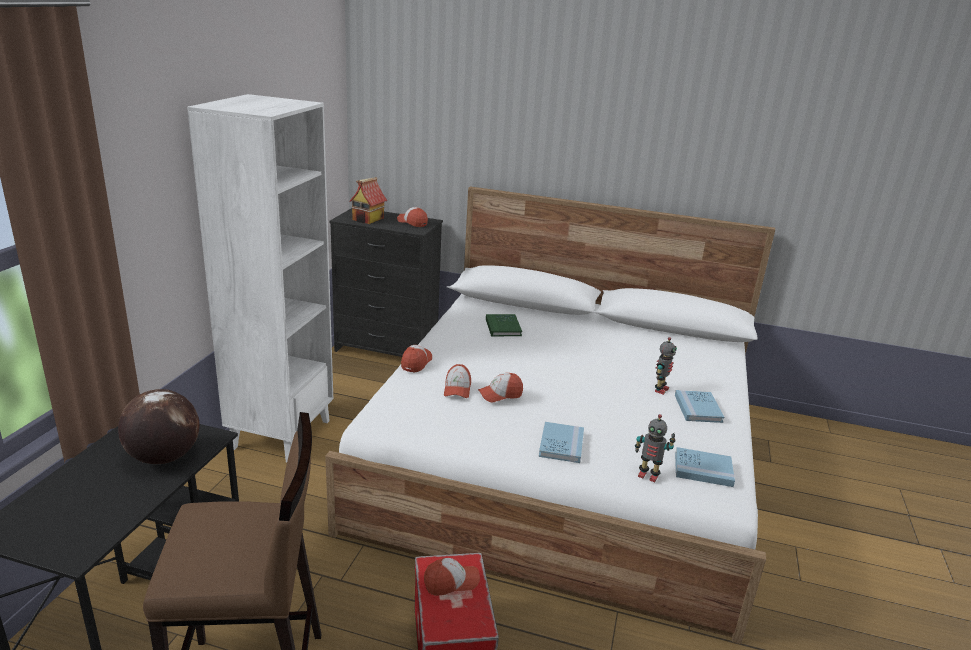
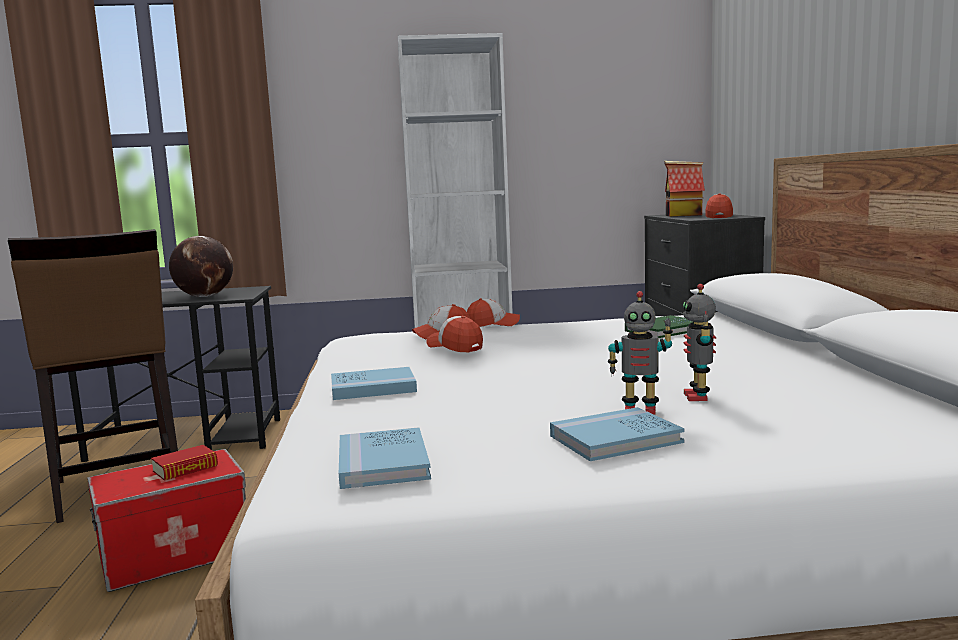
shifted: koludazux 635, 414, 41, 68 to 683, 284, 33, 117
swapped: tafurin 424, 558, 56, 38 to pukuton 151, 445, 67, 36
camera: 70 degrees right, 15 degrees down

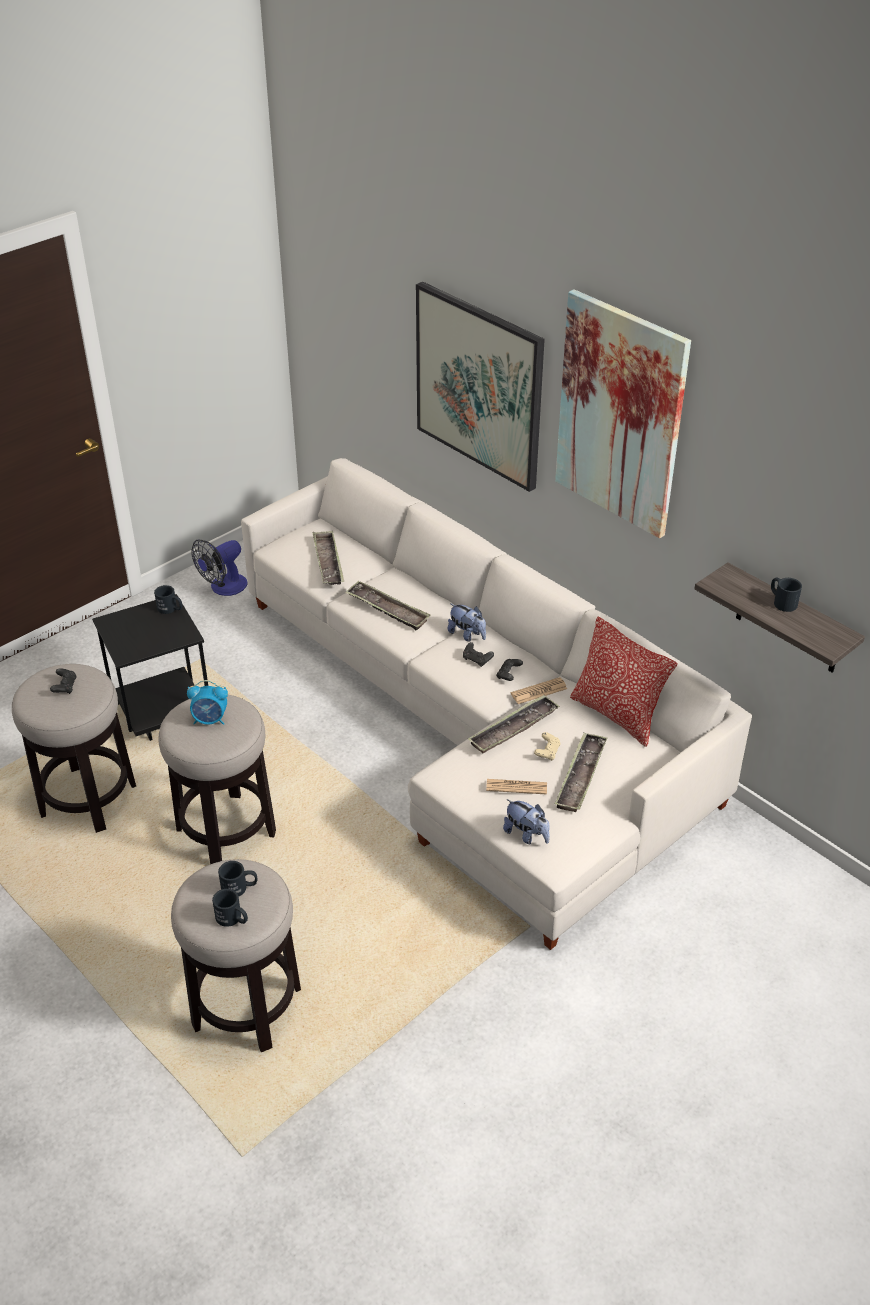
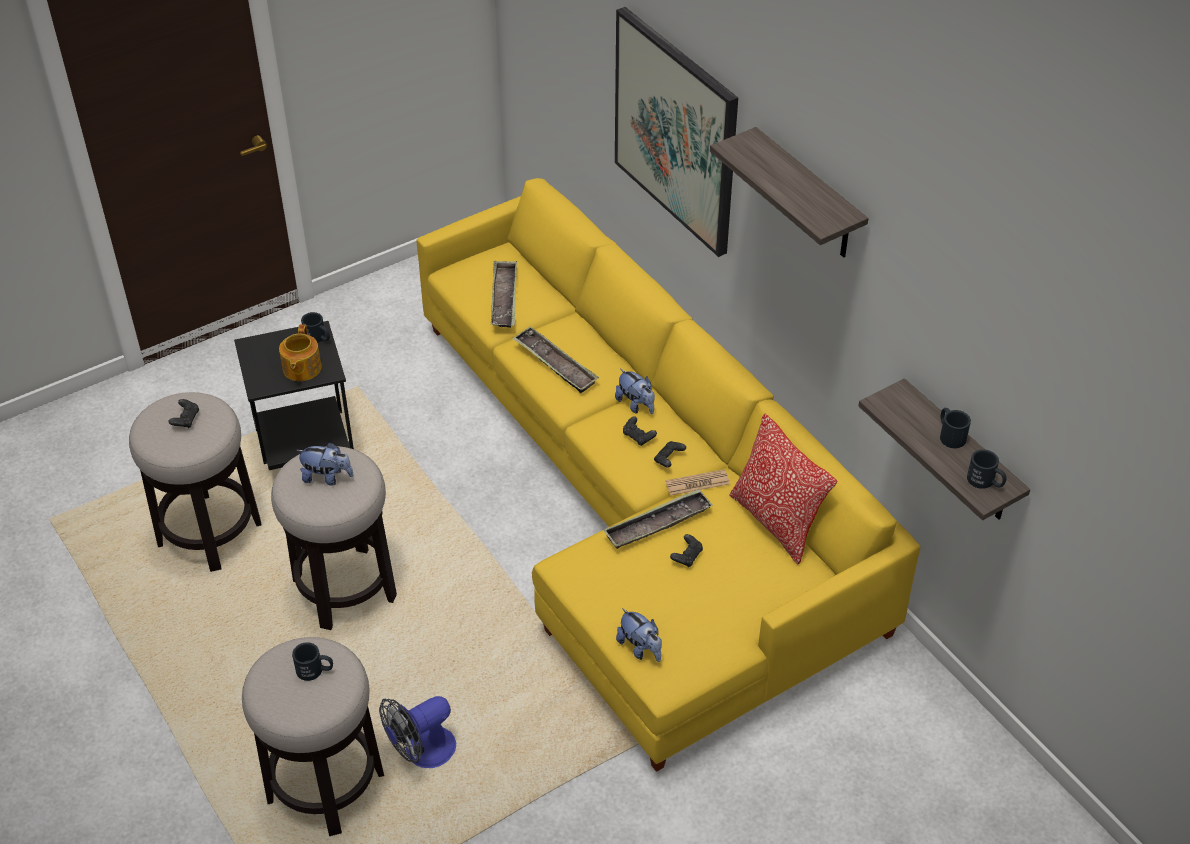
gone: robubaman 486, 779, 61, 16; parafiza 555, 733, 53, 79
new: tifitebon 279, 324, 43, 57
shifted: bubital 191, 540, 57, 56 to 379, 696, 77, 72; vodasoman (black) 212, 889, 36, 38 to 967, 449, 39, 40
swapped: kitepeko 187, 680, 41, 45 to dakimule 296, 442, 57, 44; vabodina 555, 289, 136, 249 to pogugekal 710, 127, 158, 131
repainted: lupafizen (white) 241, 458, 511, 492 to lupafizen (yellow) 416, 178, 505, 594; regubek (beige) 534, 732, 27, 29 to regubek (black) 670, 534, 33, 33
camera: 10 degrees right, 5 degrees up

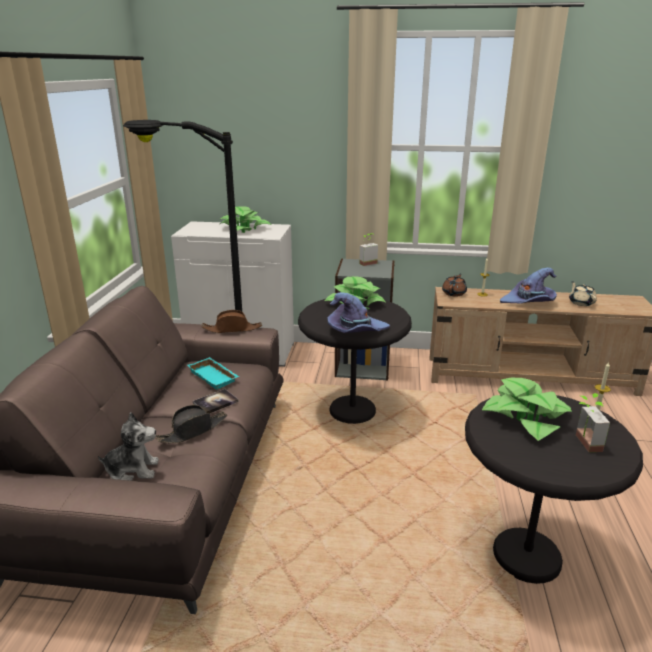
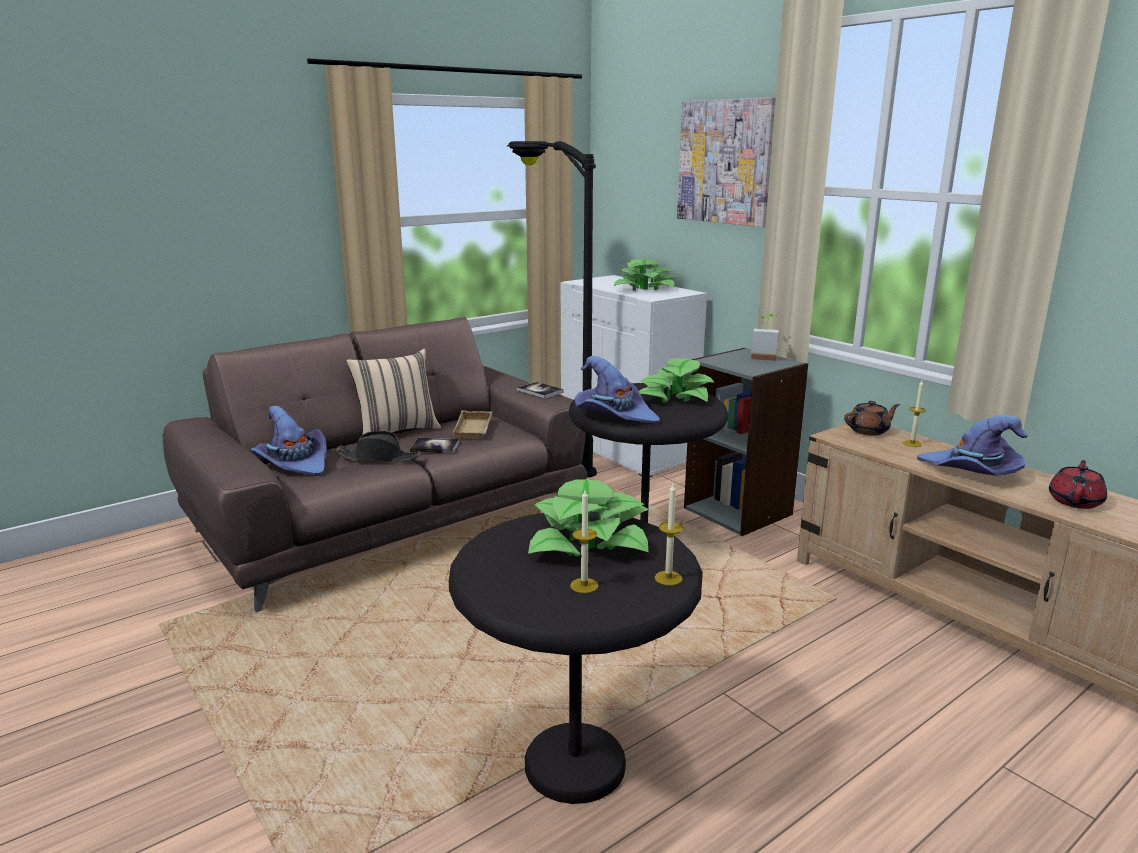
new: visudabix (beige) 346, 349, 95, 86; vabodina 677, 97, 99, 130
swapped: dakimule 98, 412, 61, 69 to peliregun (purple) 250, 406, 77, 70; peliregun (brown) 202, 310, 60, 23 to pukuton 517, 382, 47, 17; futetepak 576, 393, 34, 59 to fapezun 570, 490, 29, 103
repainted: parafiza (turquoise) 187, 357, 52, 33 to parafiza (beige) 453, 410, 40, 29; tifitebon (beige) 569, 281, 28, 25 to tifitebon (red) 1049, 460, 58, 49
camera: 45 degrees right, 5 degrees down

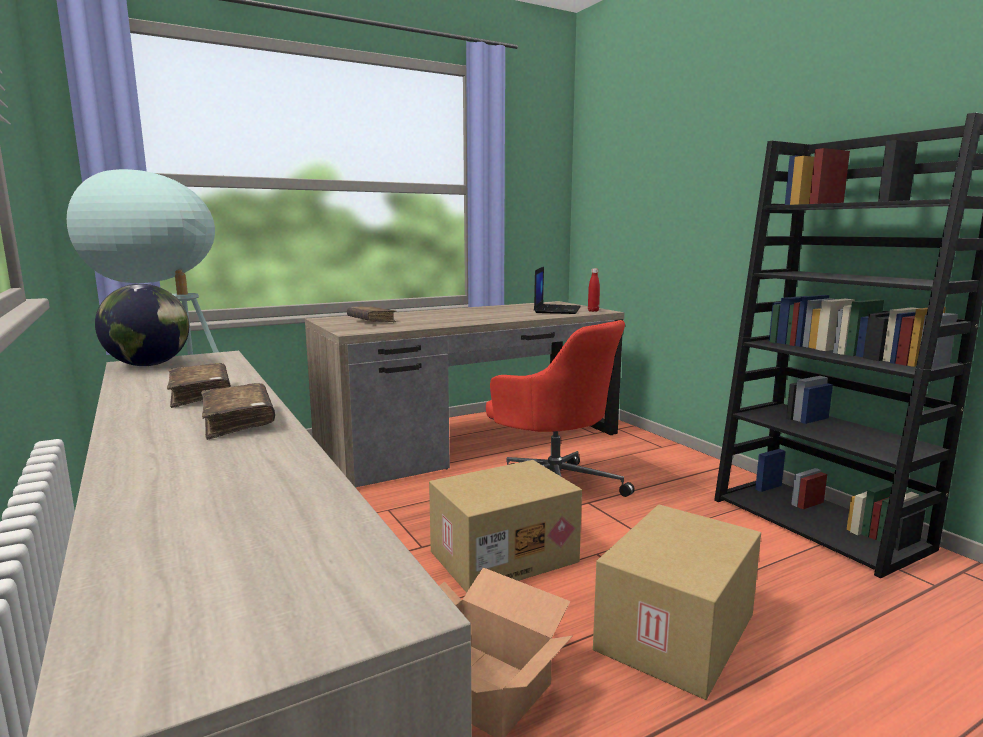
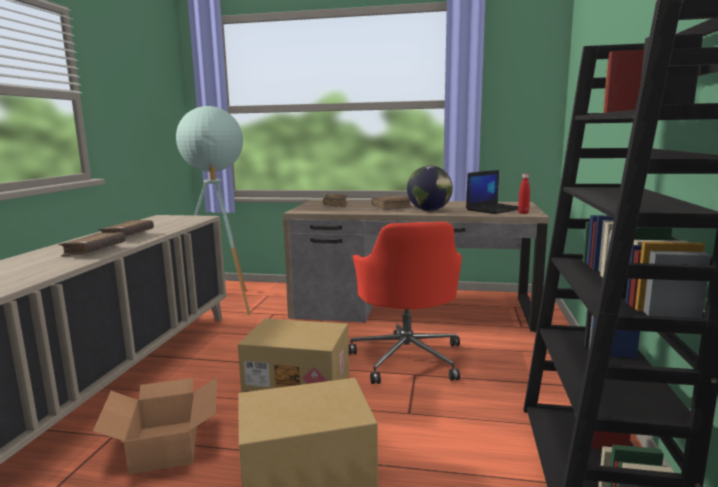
new: pukuton (brown) 371, 196, 41, 14
shifted: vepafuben 95, 284, 94, 82 to 407, 166, 46, 45
camera: 40 degrees right, 0 degrees up

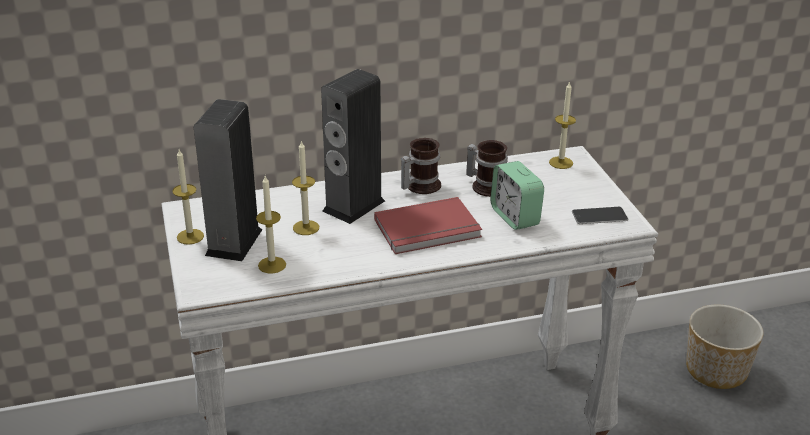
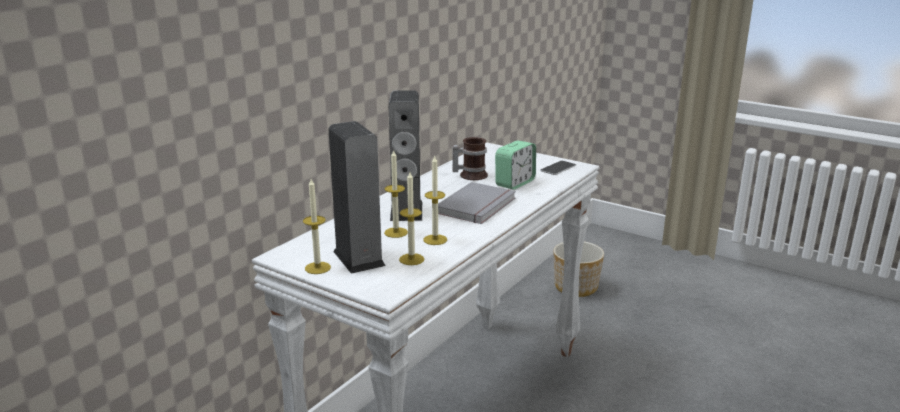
gone: vodasoman 401, 138, 40, 56
shifted: fapezun 549, 81, 27, 88 to 424, 156, 23, 89
repainted: pukuton (red) 374, 197, 108, 57 to pukuton (grey) 438, 182, 78, 42
rotated: kitepeko 490, 161, 54, 69 = 495, 140, 41, 50 75 degrees counterclockwise
camera: 40 degrees left, 10 degrees down

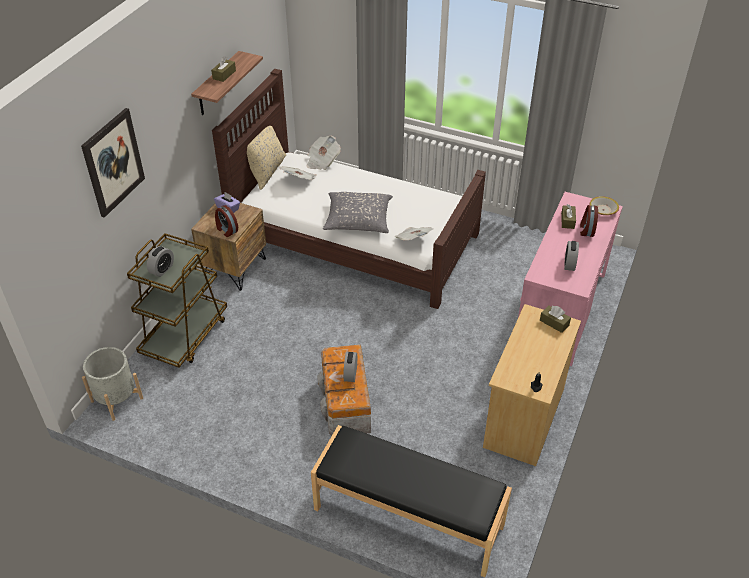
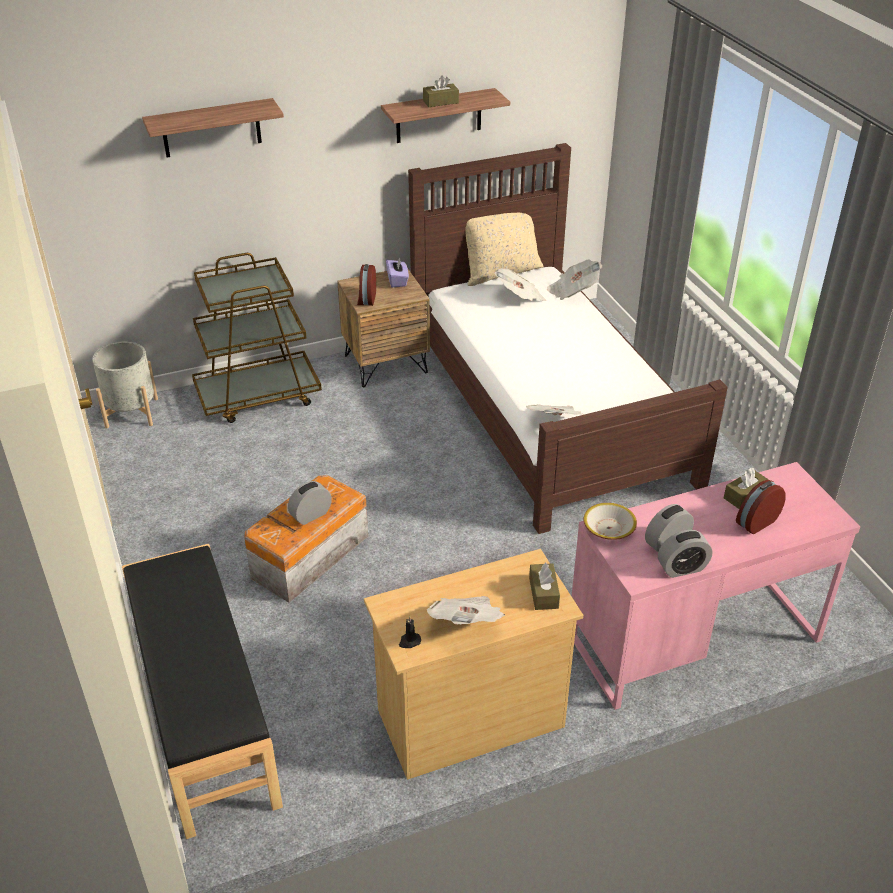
gone: visudabix (grey) 323, 192, 70, 41
new: robubaman 427, 596, 78, 28
shifted: kitepeko 147, 246, 27, 31 to 658, 530, 54, 48; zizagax 589, 196, 30, 19 to 584, 503, 53, 37
swapped: vabodina 81, 108, 64, 110 to pogugekal 142, 98, 142, 59
camera: 45 degrees right, 5 degrees down

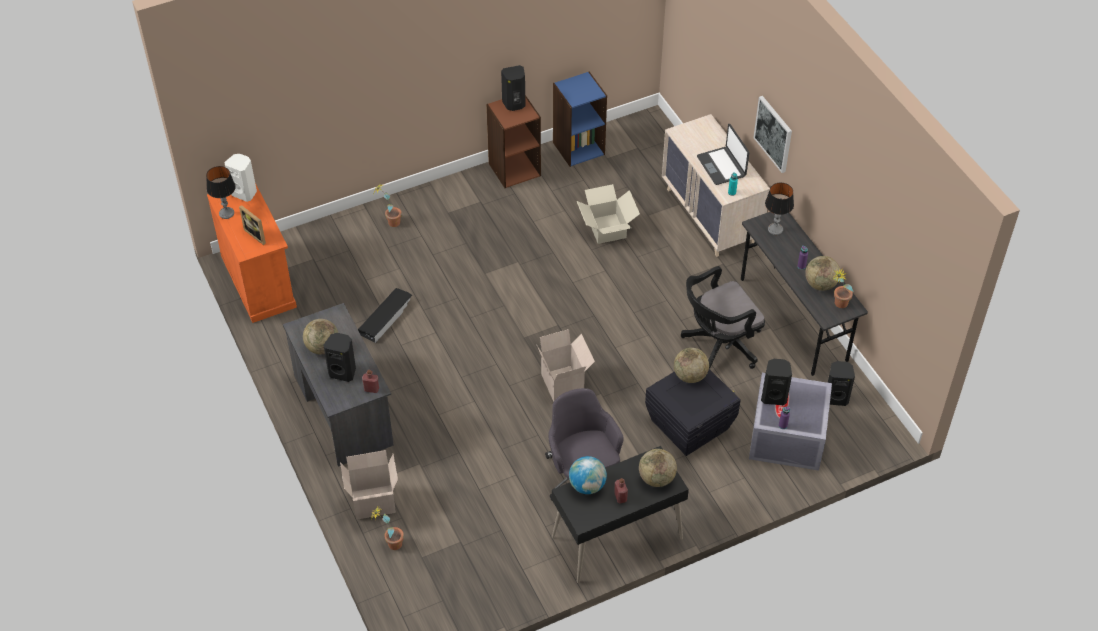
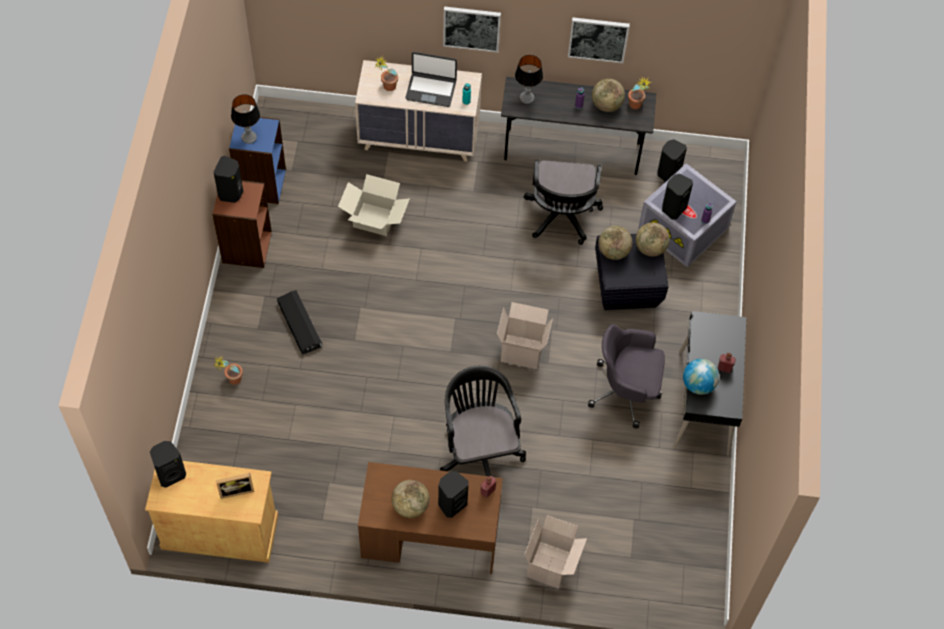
new: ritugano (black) 440, 366, 86, 110; vabodina 568, 17, 62, 46
shifted: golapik 206, 166, 30, 53 to 231, 94, 29, 50; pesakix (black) 358, 288, 54, 55 to 277, 290, 45, 65; futetepak 371, 506, 33, 44 to 375, 56, 23, 35; vepafuben 639, 449, 38, 38 to 636, 223, 34, 33
repainted: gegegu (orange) 207, 183, 90, 140 to gegegu (beige) 145, 461, 133, 102; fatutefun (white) 225, 154, 32, 48 to fatutefun (black) 150, 441, 36, 47; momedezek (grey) 283, 303, 111, 164 to momedezek (brown) 358, 462, 145, 112
camera: 60 degrees left, 10 degrees up

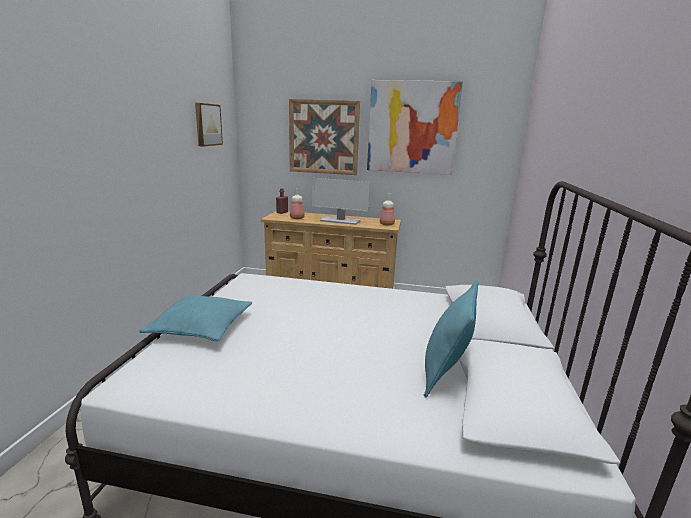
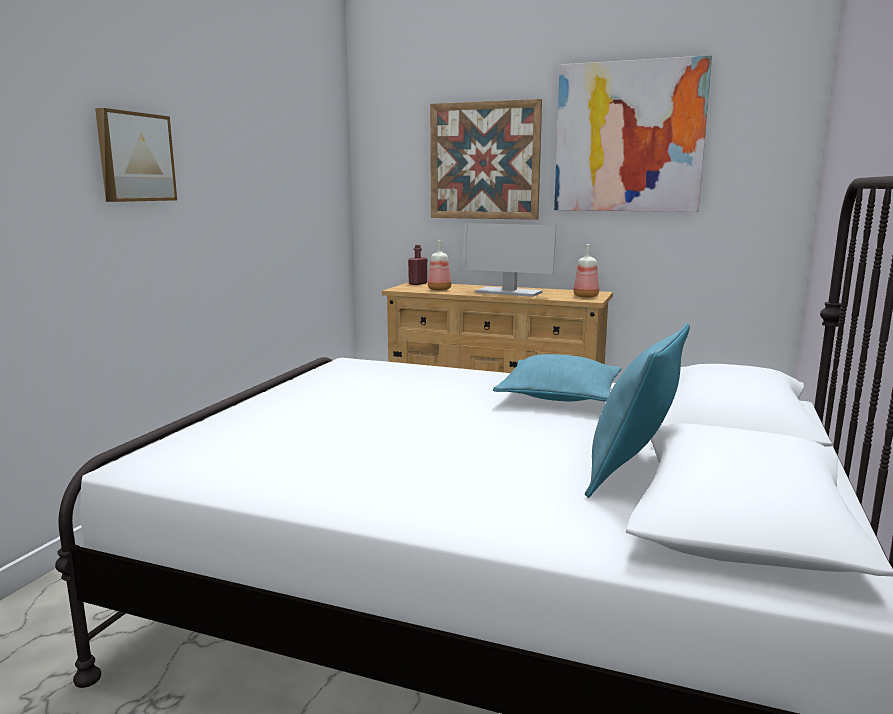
shifted: visudabix (turquoise) 139, 295, 113, 46 to 493, 354, 129, 47; vabodina 195, 103, 28, 44 to 95, 108, 82, 94
camera: 10 degrees right, 5 degrees down

